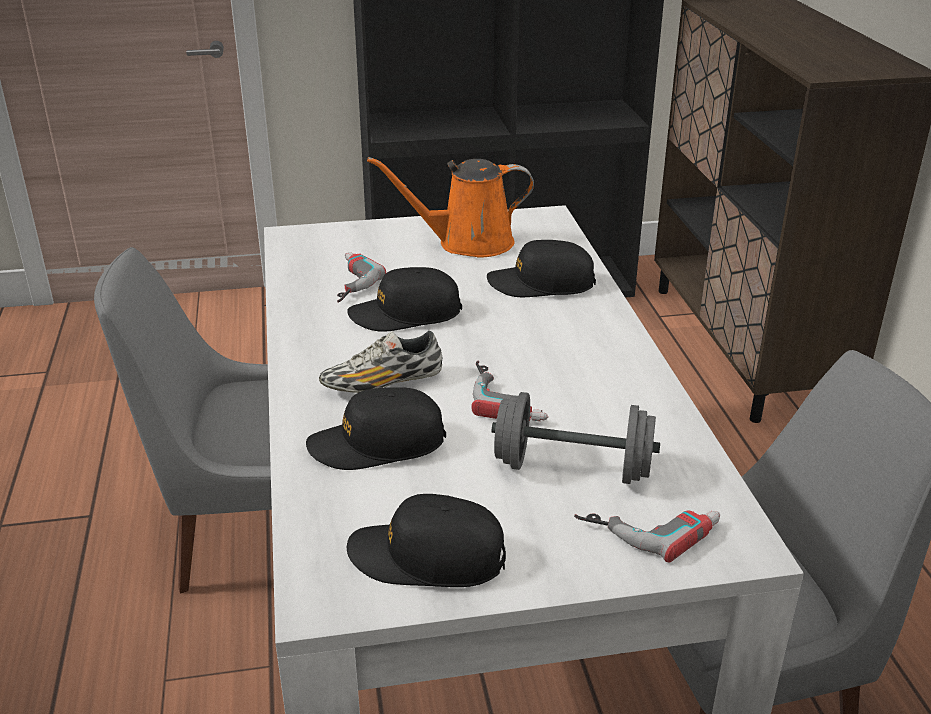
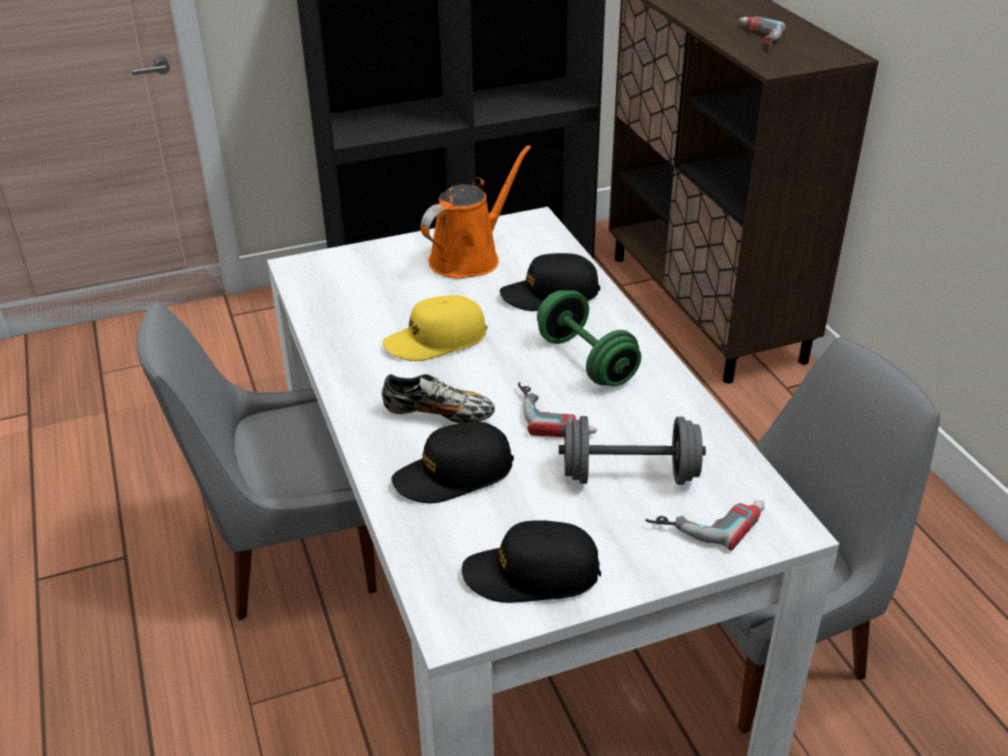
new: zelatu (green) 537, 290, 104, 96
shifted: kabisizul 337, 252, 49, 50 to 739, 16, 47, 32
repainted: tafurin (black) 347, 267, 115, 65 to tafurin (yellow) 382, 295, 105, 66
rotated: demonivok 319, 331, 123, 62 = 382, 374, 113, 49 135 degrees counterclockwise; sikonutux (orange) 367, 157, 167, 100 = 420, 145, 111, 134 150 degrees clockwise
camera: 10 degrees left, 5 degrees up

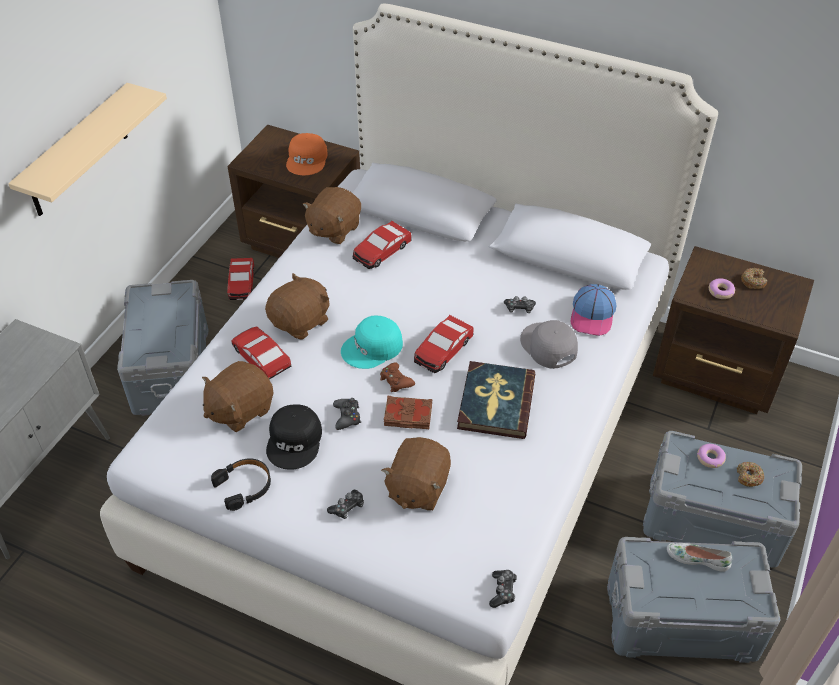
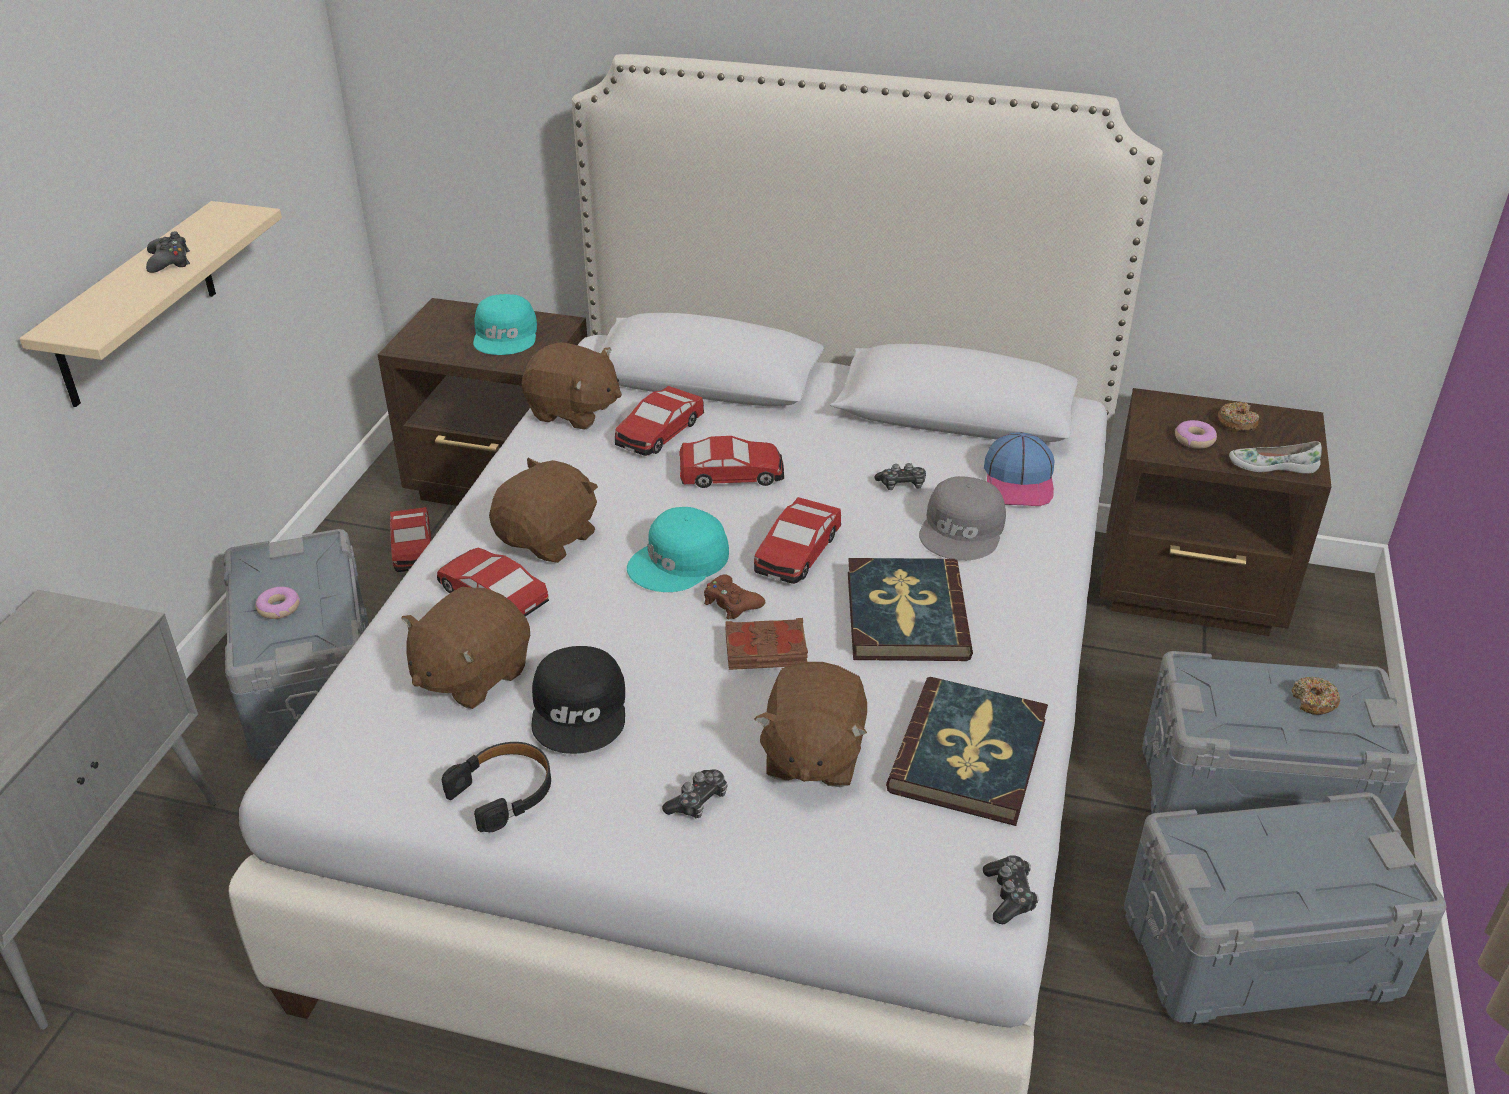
new: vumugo 679, 436, 105, 52; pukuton 886, 677, 162, 149
shifted: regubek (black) 333, 398, 28, 32 to 146, 232, 44, 41; demonivok (white) 667, 543, 65, 29 to 1229, 441, 93, 33; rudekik 697, 444, 29, 24 to 255, 587, 45, 32
repainted: tafurin (orange) 286, 133, 41, 42 to tafurin (turquoise) 473, 294, 64, 61
rotated: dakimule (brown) 303, 187, 58, 57 = 522, 342, 100, 88 90 degrees counterclockwise; tafurin (grey) 520, 320, 58, 49 = 919, 476, 87, 84 120 degrees counterclockwise
camera: 10 degrees left, 10 degrees down

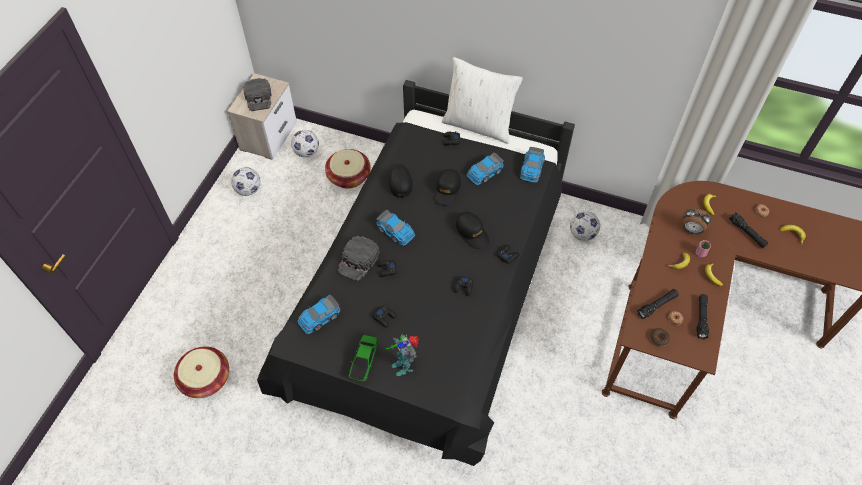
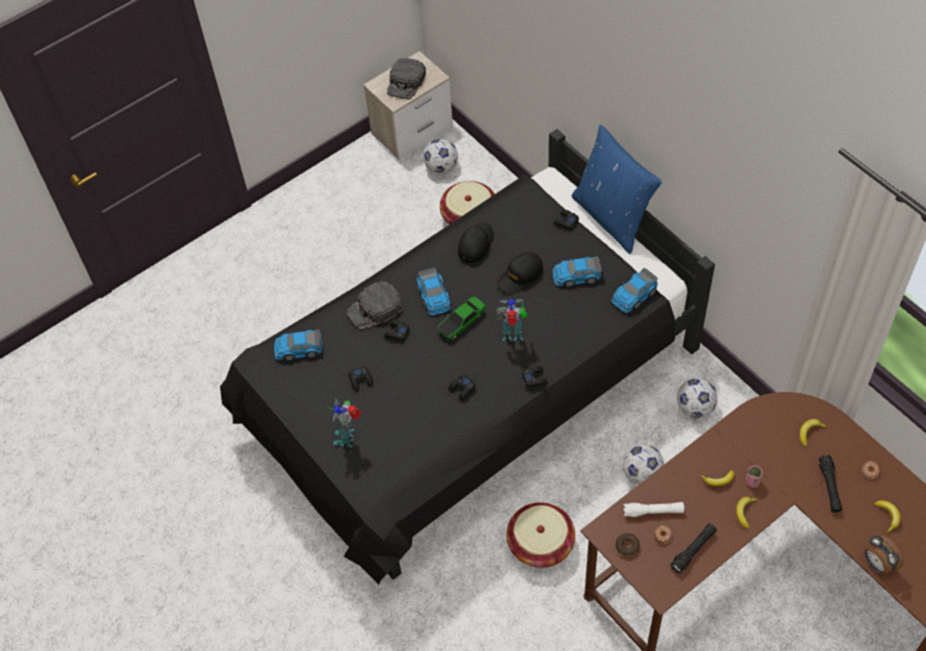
shifted: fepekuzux 174, 346, 55, 52 to 506, 502, 69, 66; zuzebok 231, 167, 29, 29 to 622, 444, 42, 41; vumugo 348, 335, 30, 47 to 437, 296, 49, 44; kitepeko 682, 208, 29, 26 to 865, 535, 39, 39
swapped: tafurin (black) 456, 211, 33, 38 to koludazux 497, 299, 31, 42
repainted: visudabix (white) 442, 57, 81, 87 to visudabix (blue) 572, 125, 90, 129; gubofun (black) 638, 289, 41, 30 to gubofun (white) 623, 502, 61, 15
camera: 35 degrees right, 0 degrees up

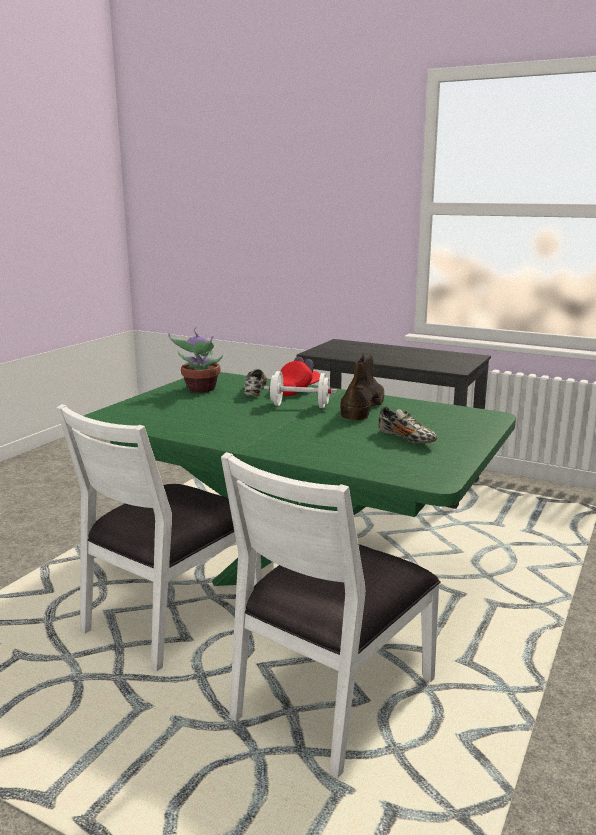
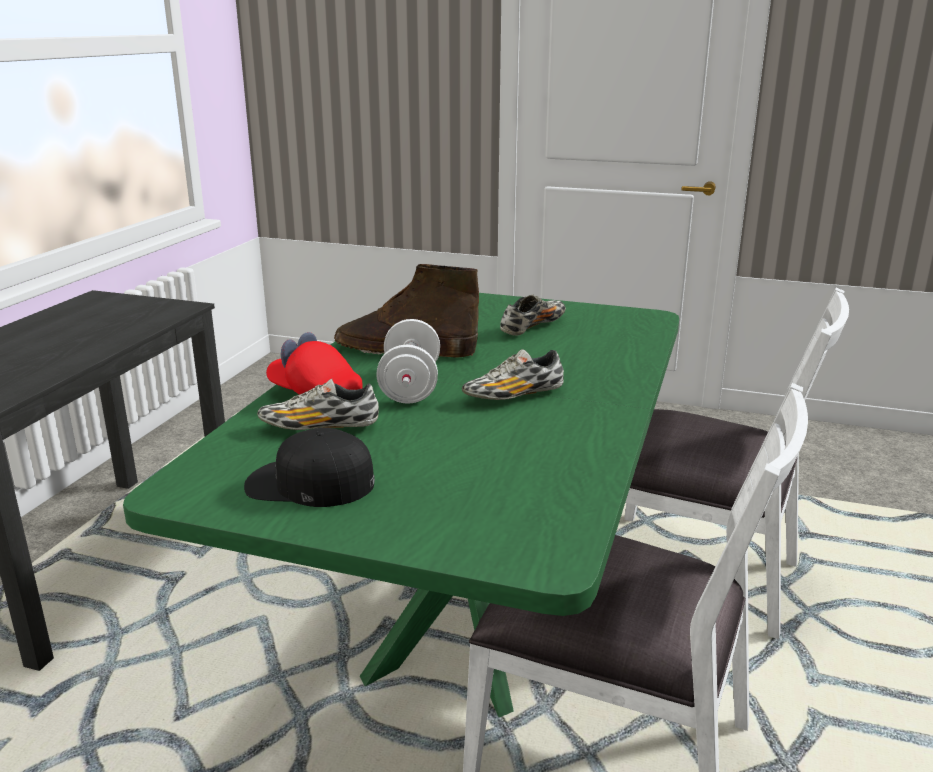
new: demonivok 462, 349, 102, 51
swapped: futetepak 168, 327, 55, 65 to tafurin (black) 244, 428, 131, 79
camera: 100 degrees left, 5 degrees up

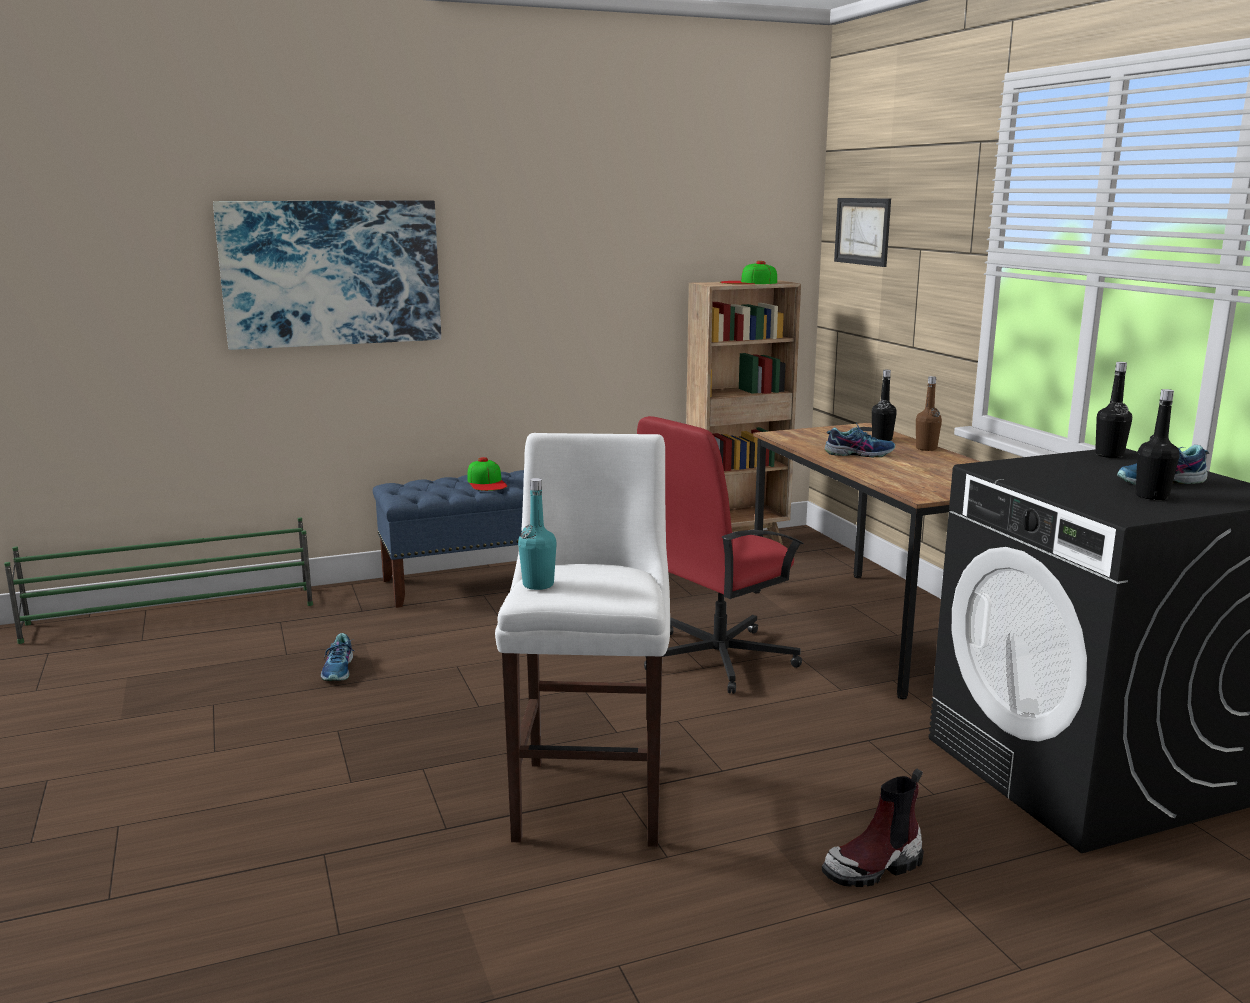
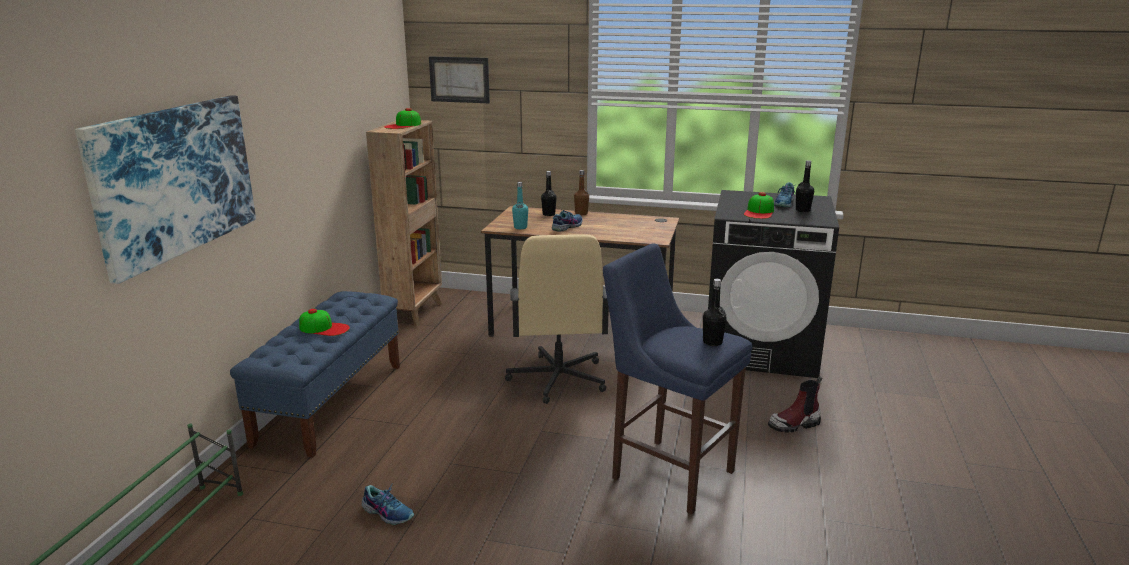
new: tafurin 744, 192, 30, 27
shifted: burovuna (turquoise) 518, 478, 39, 112 to 512, 182, 16, 47; burovuna (black) 1095, 362, 37, 96 to 703, 279, 24, 67
repainted: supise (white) 495, 433, 175, 414 to supise (blue) 603, 243, 149, 271; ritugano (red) 637, 416, 167, 278 to ritugano (beige) 505, 234, 104, 170
rotated: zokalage 822, 769, 102, 118 = 768, 376, 54, 57 60 degrees clockwise
camera: 55 degrees left, 5 degrees up

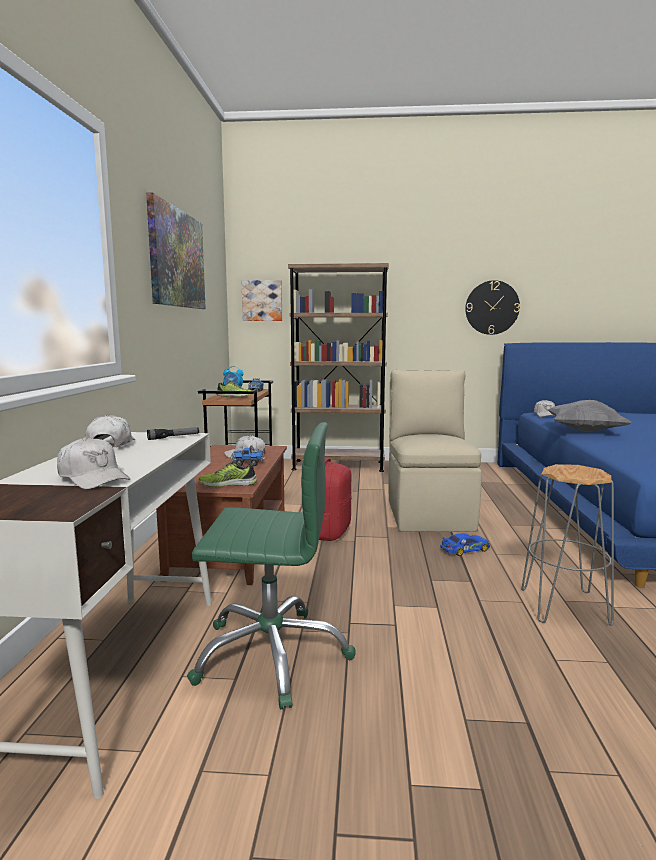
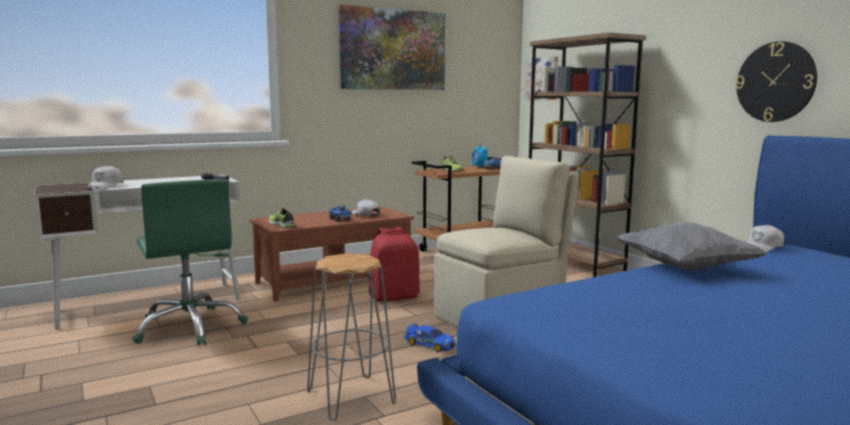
gone: tafurin (white) 85, 415, 50, 32
camera: 55 degrees right, 0 degrees up

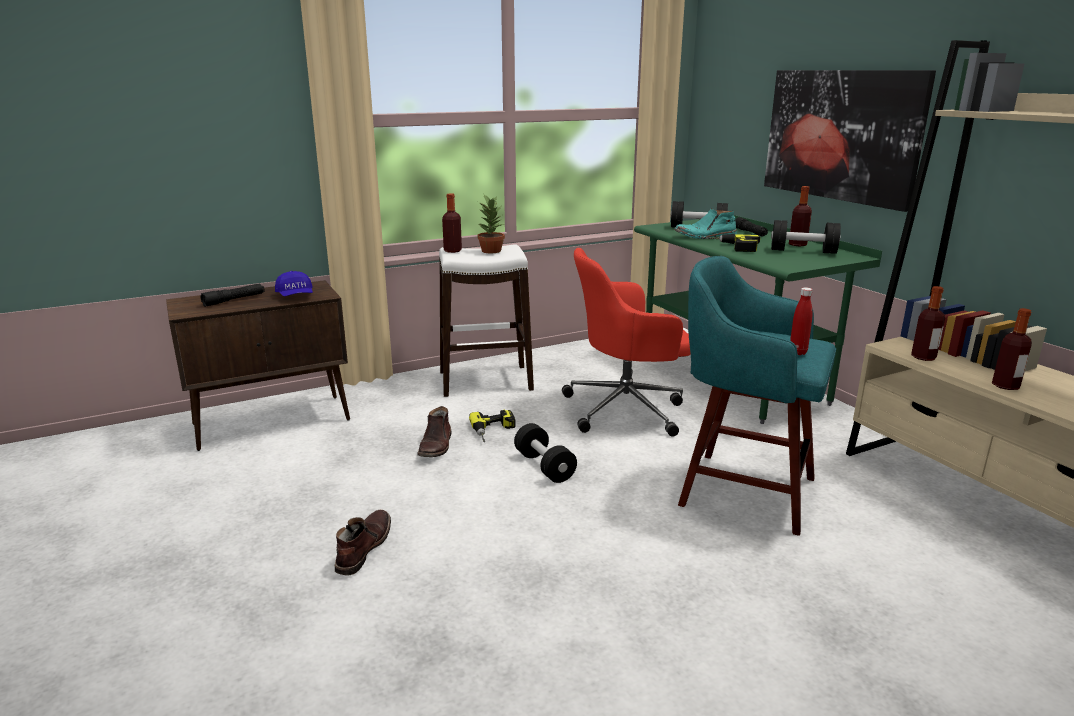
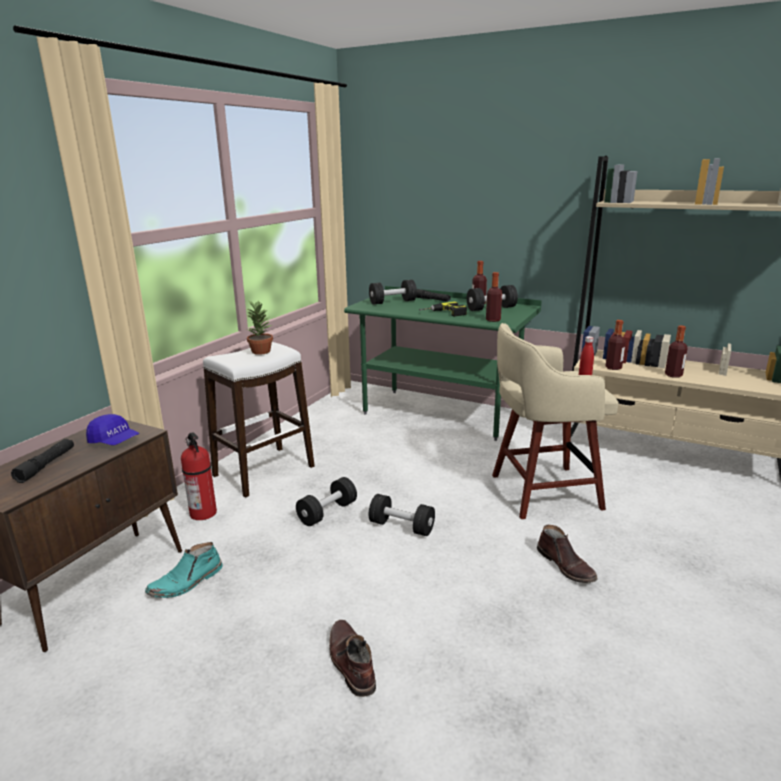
gone: ritugano (red) 562, 248, 129, 189; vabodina 764, 70, 172, 142
new: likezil 181, 432, 36, 88
shifted: zokalage (brown) 417, 406, 35, 51 to 537, 525, 61, 58; burovuna 442, 193, 20, 60 to 486, 272, 16, 50; zokalage (turquoise) 674, 208, 63, 31 to 145, 542, 77, 56
swapped: kabisizul 469, 409, 46, 34 to zelatu (black) 296, 477, 61, 49
repainted: supise (turquoise) 678, 256, 158, 280 to supise (beige) 492, 323, 127, 196
camera: 35 degrees left, 0 degrees up

